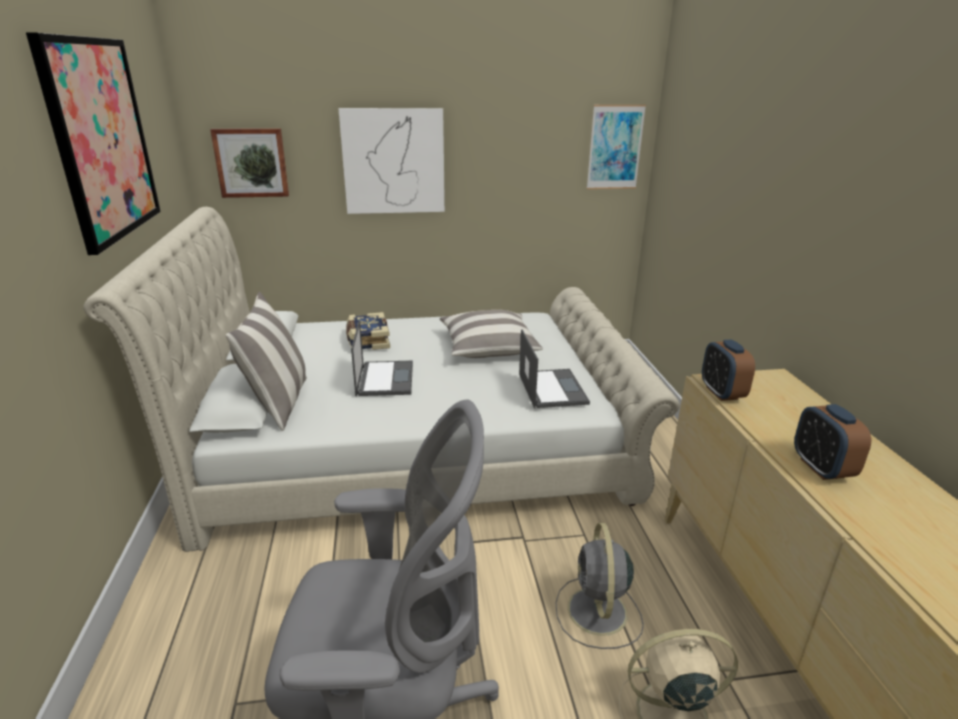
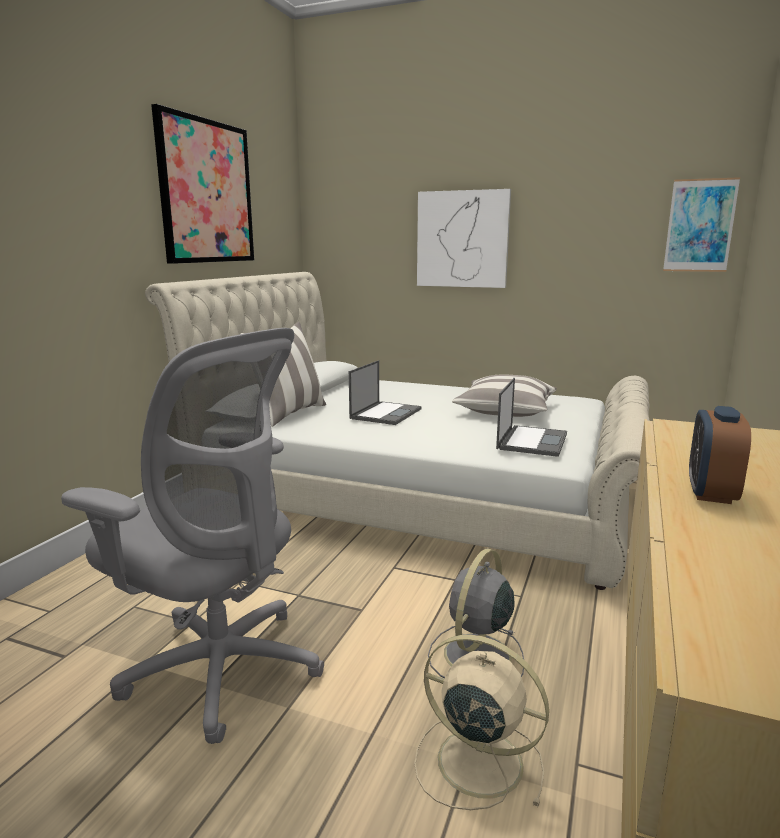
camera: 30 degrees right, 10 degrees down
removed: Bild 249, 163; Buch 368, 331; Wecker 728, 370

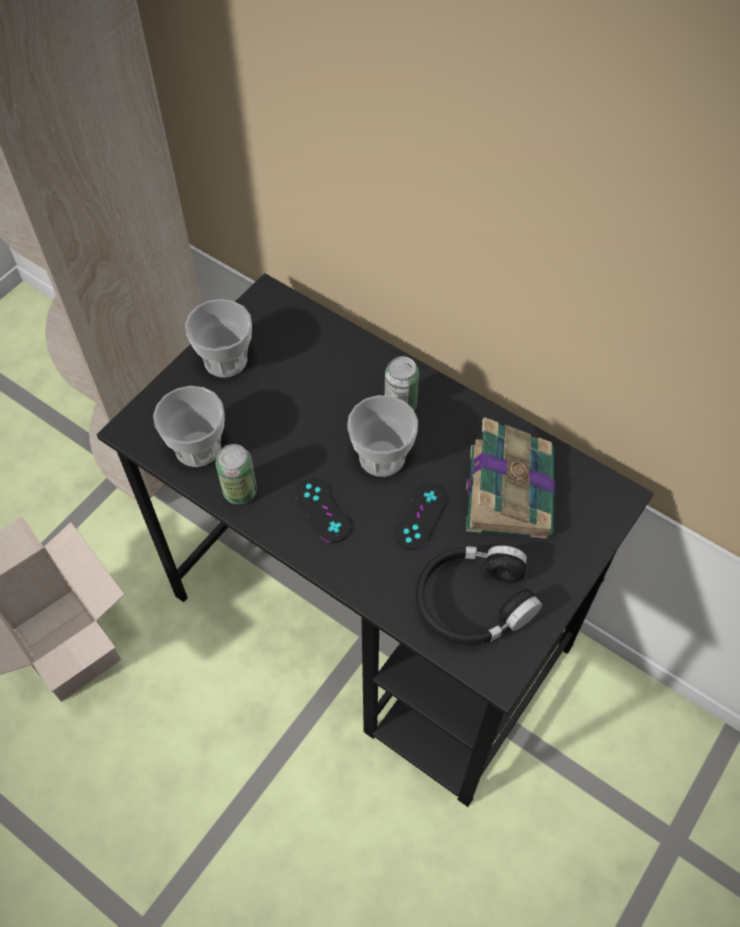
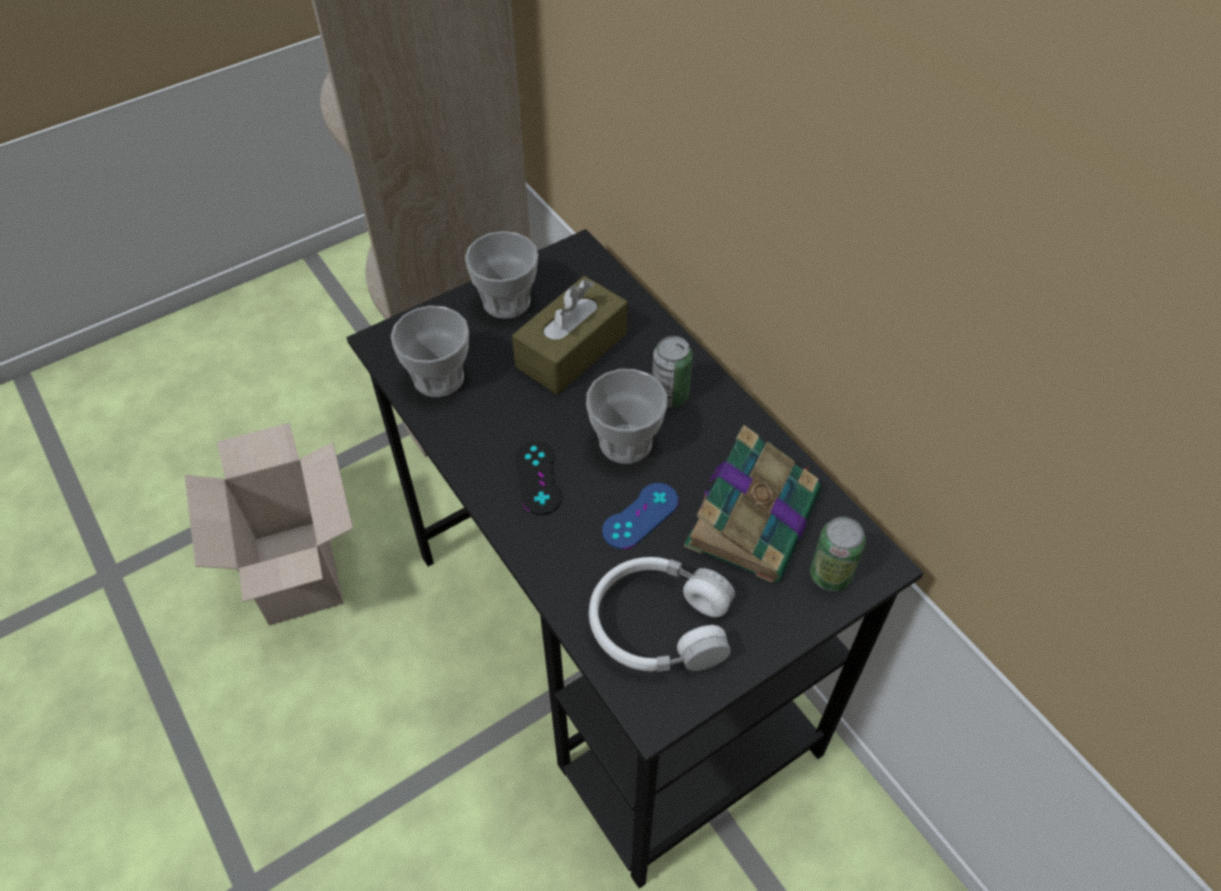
camera: 20 degrees right, 5 degrees down
added: Taschentuchbox [braun] 570, 335
moved: Dose 236, 474 to 838, 554
recoloured: Gamepad [schwarz] 421, 516 to Gamepad [blau] 640, 516; Kopfhörer [schwarz] 479, 595 to Kopfhörer [weiß] 662, 614

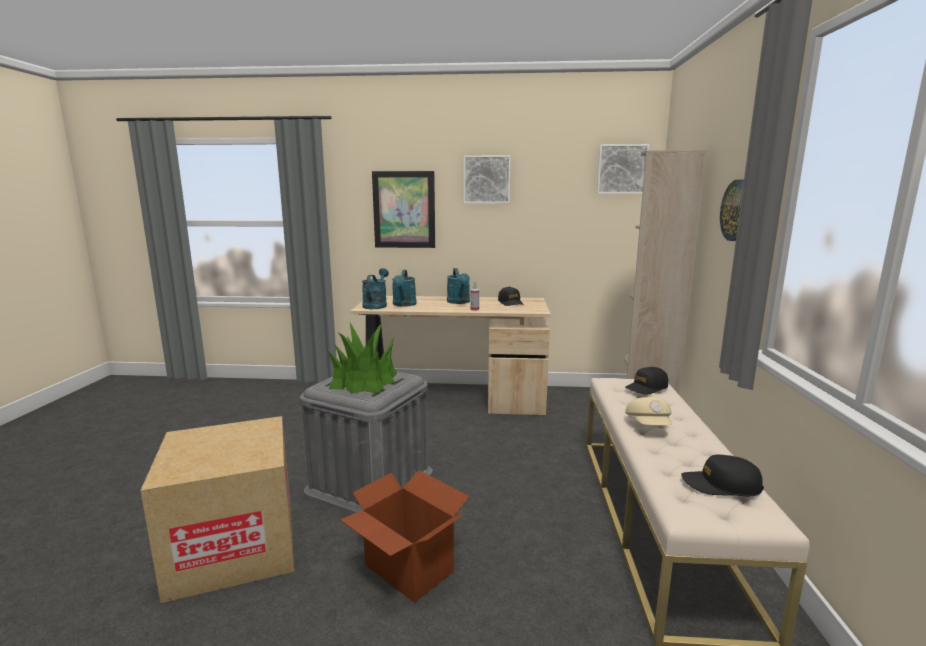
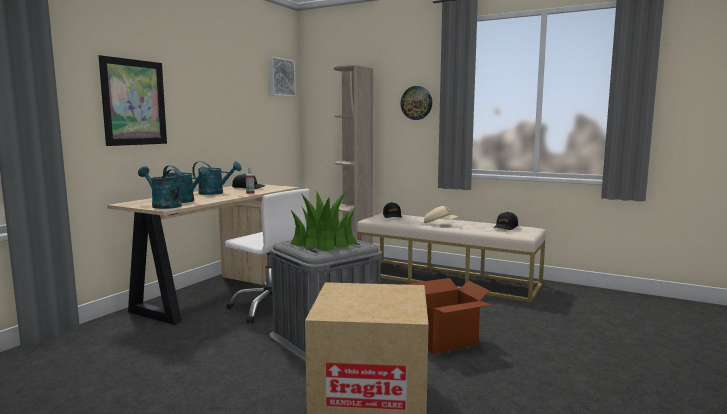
camera: 65 degrees left, 5 degrees down
removed: Bild 487, 179
added: Bürostuhl [weiß] 267, 256

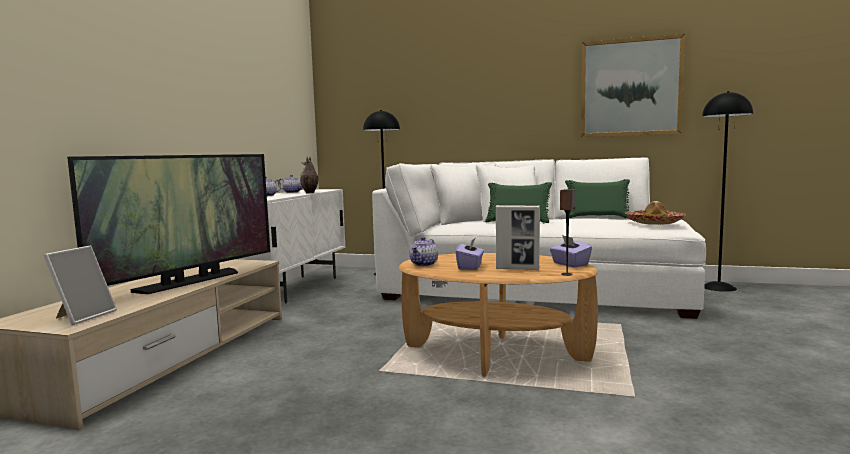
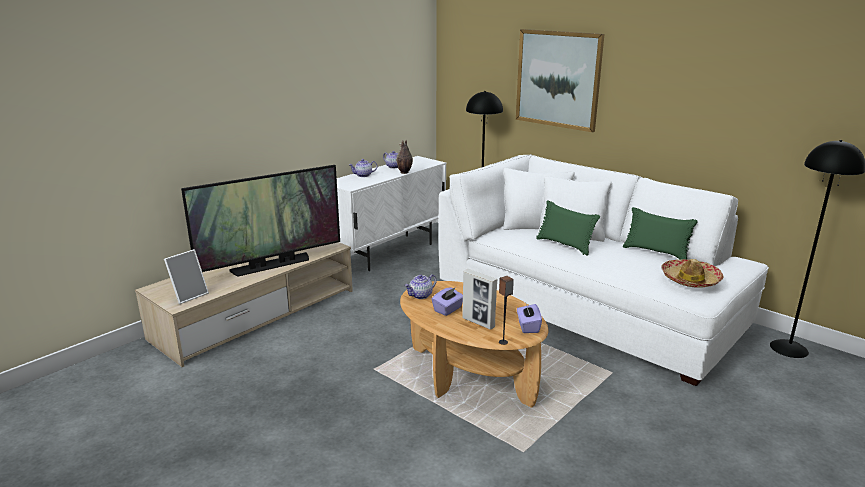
camera: 25 degrees right, 15 degrees up
moved: Bild 633, 85 to 560, 80

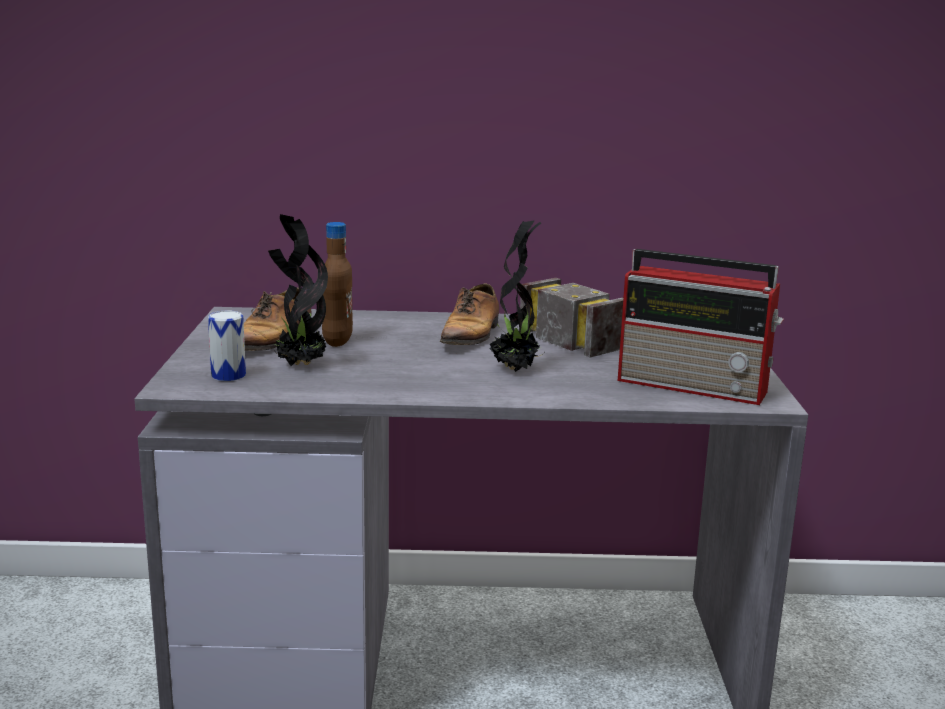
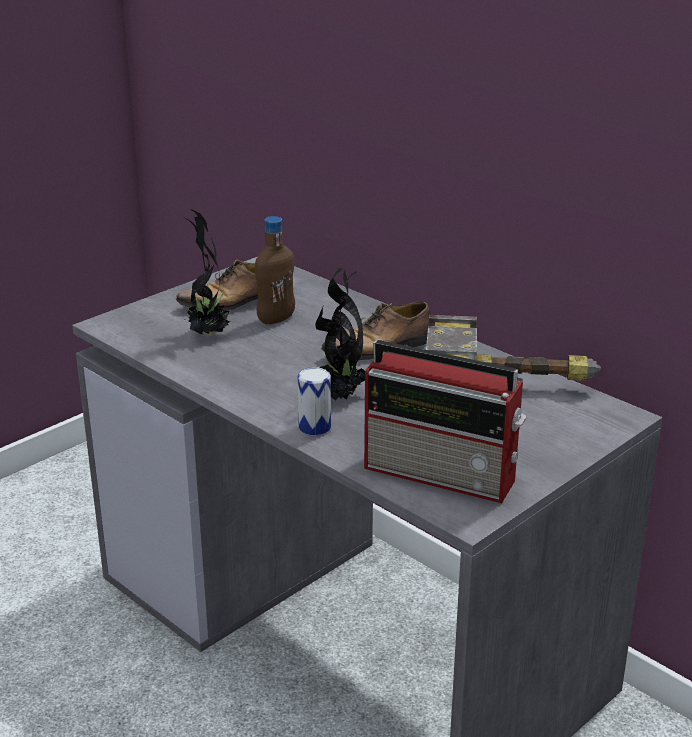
camera: 45 degrees right, 10 degrees up
moved: Dose 227, 346 to 314, 401
turned: Radio 701, 327 = 445, 421 45 degrees counterclockwise

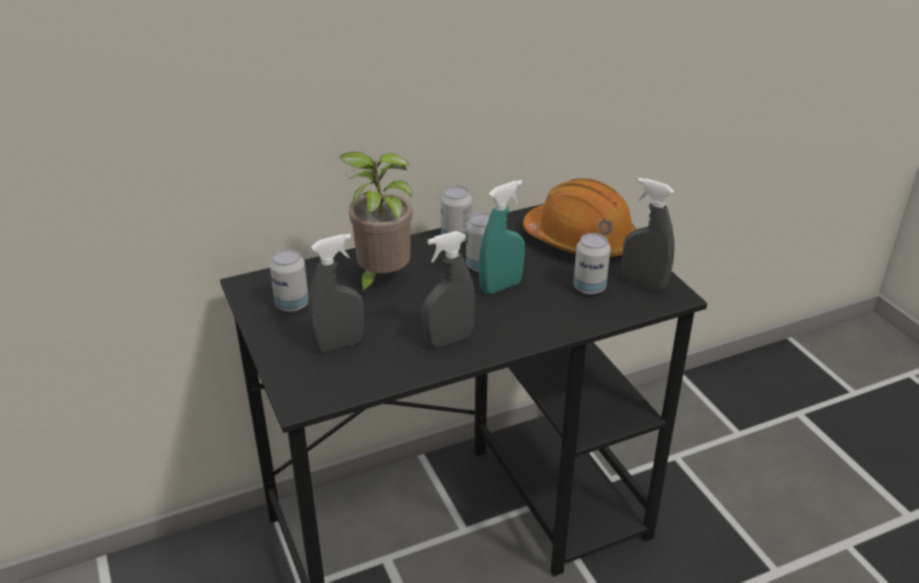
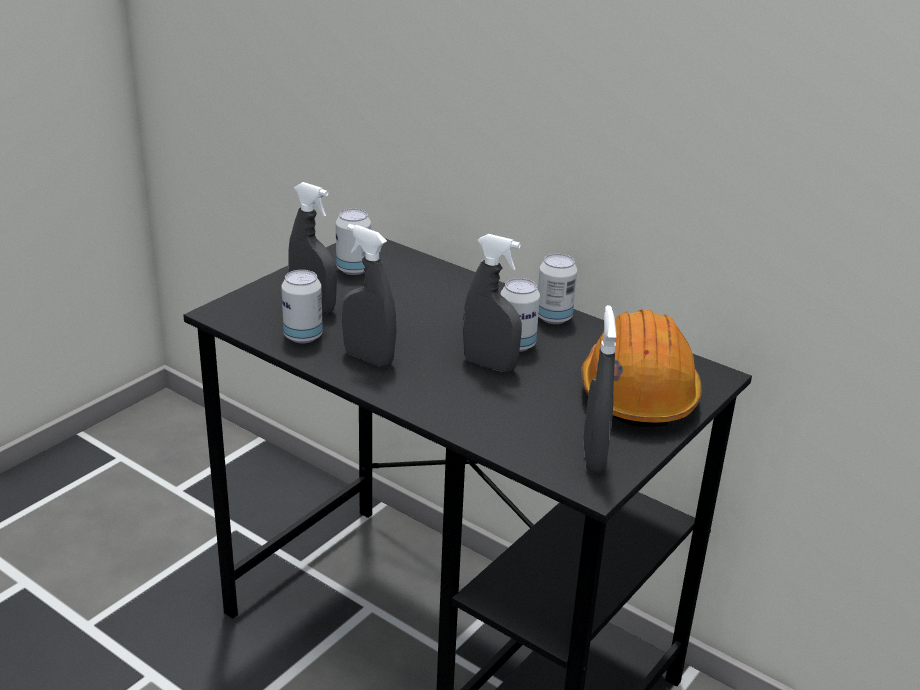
camera: 60 degrees right, 5 degrees down
removed: Topfpflanze 376, 223
moved: Dose 592, 264 to 302, 307
recoloured: Sprühflasche [türkis] 502, 237 to Sprühflasche [grau] 492, 303

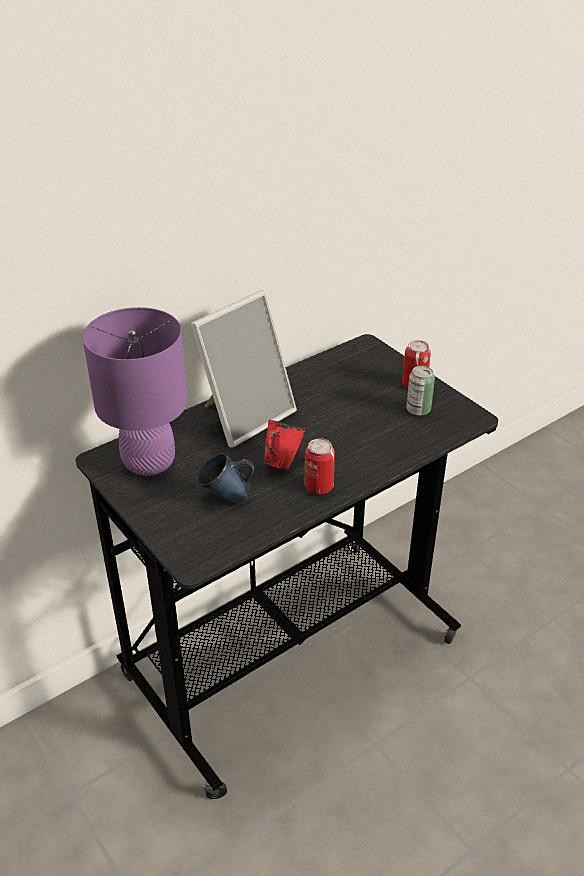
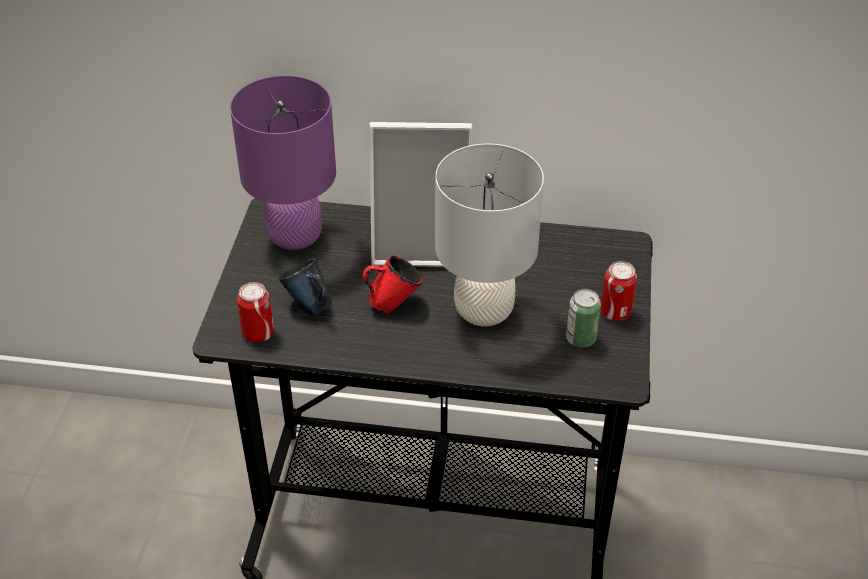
camera: 45 degrees right, 5 degrees up
added: Tischlampe [grau] 489, 235
moved: Dose 320, 466 to 255, 312

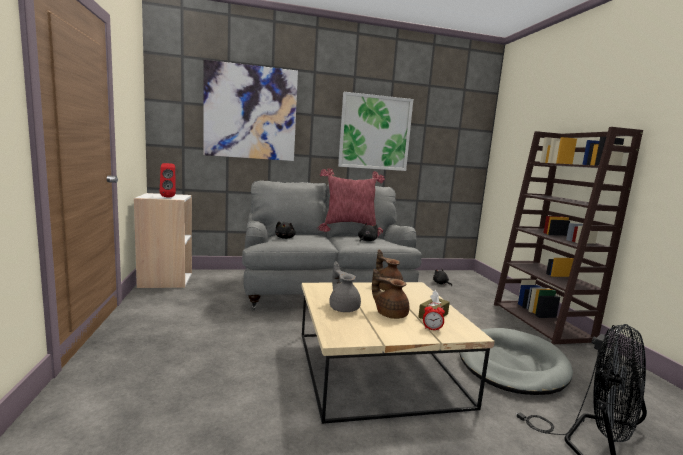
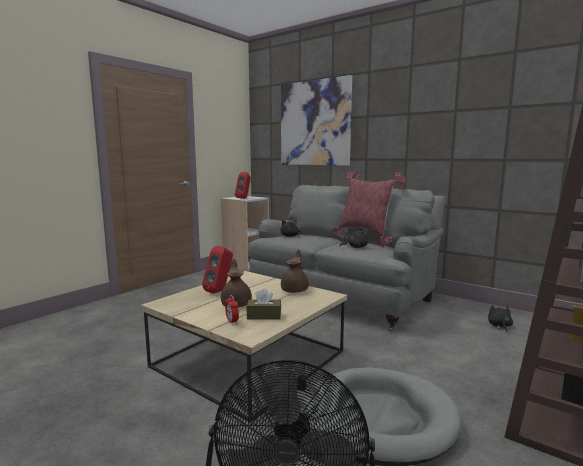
camera: 50 degrees right, 0 degrees up
removed: Bild 375, 131
replaced: Teekanne [grau] 345, 287 to Lautsprecher [rot] 217, 270

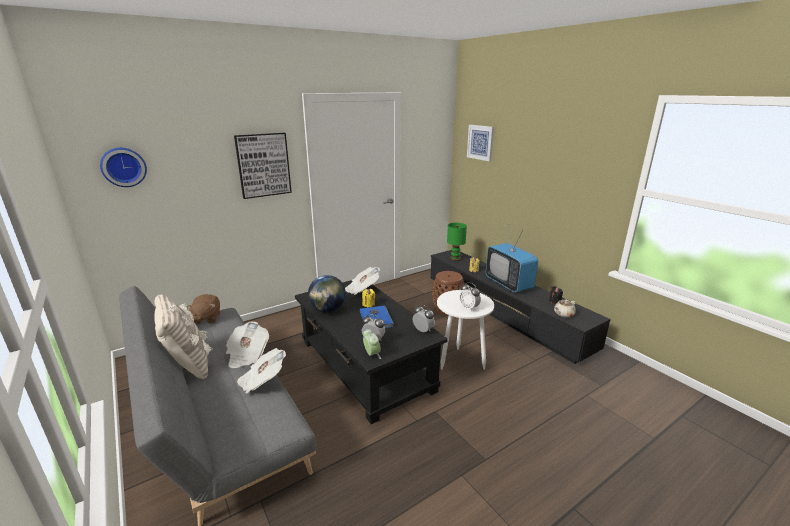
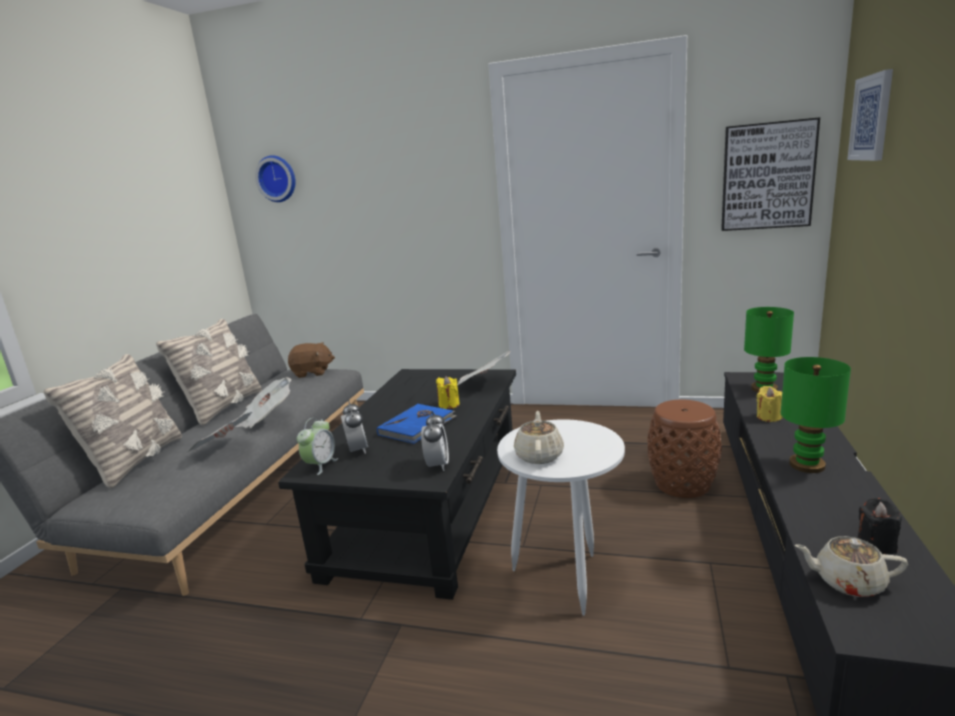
camera: 50 degrees right, 5 degrees down
removed: Globus 327, 294
added: Kissen [beige] 112, 421
moved: Bild 263, 166 to 770, 174
replaced: Fernseher 512, 260 to Tischlampe [grün] 816, 415; Wecker 470, 297 to Teekanne [beige] 539, 437
turned: Plüschtier [braun] 203, 309 = 311, 360 135 degrees counterclockwise

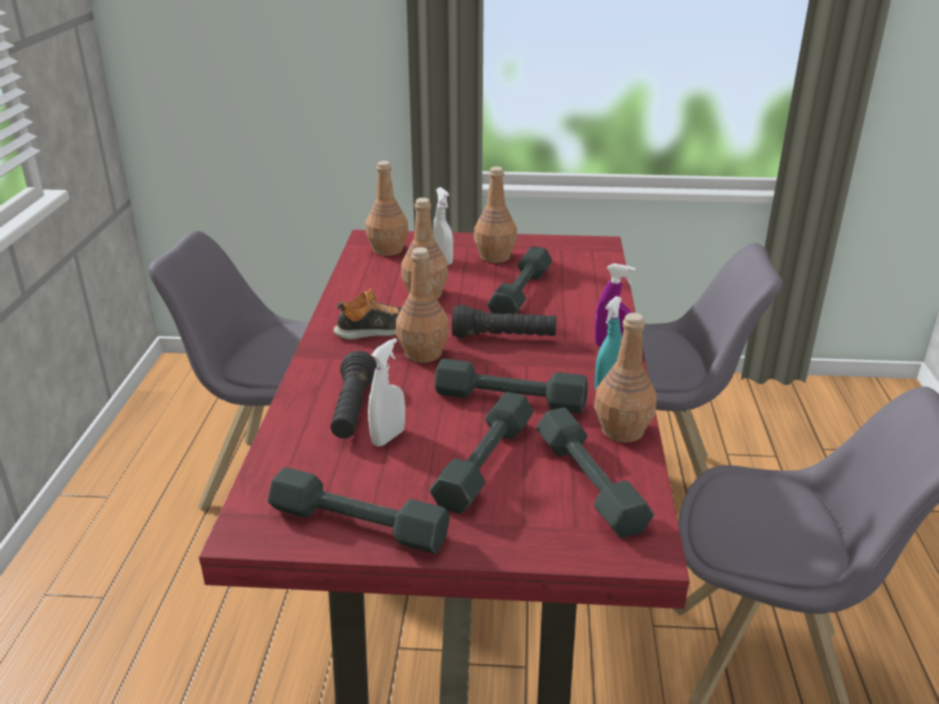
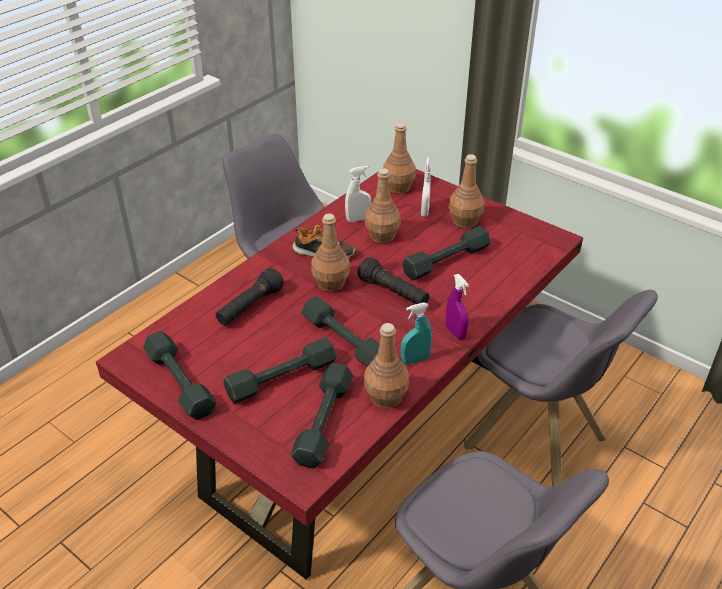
camera: 35 degrees right, 10 degrees up
moved: Sprühflasche [weiß] 386, 392 to 358, 194

